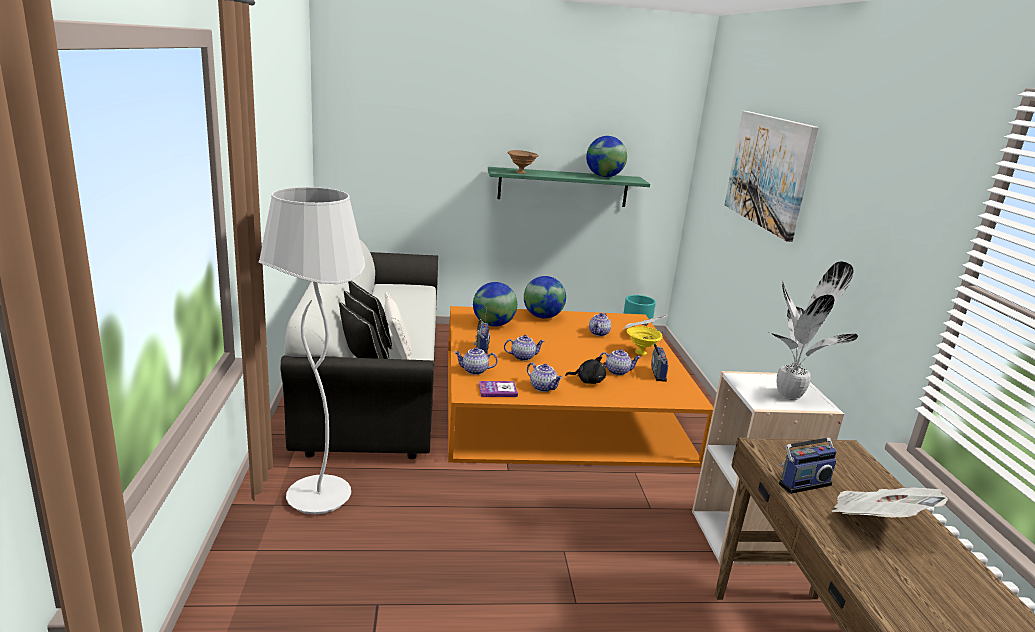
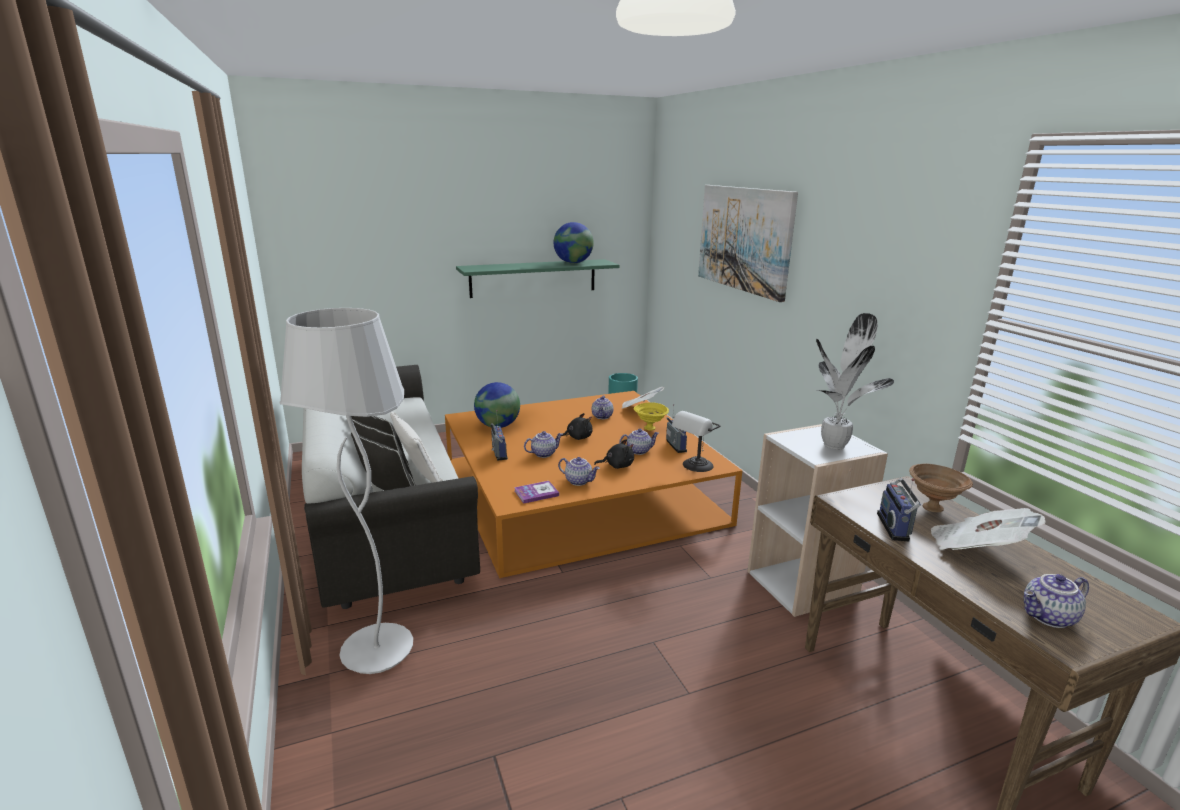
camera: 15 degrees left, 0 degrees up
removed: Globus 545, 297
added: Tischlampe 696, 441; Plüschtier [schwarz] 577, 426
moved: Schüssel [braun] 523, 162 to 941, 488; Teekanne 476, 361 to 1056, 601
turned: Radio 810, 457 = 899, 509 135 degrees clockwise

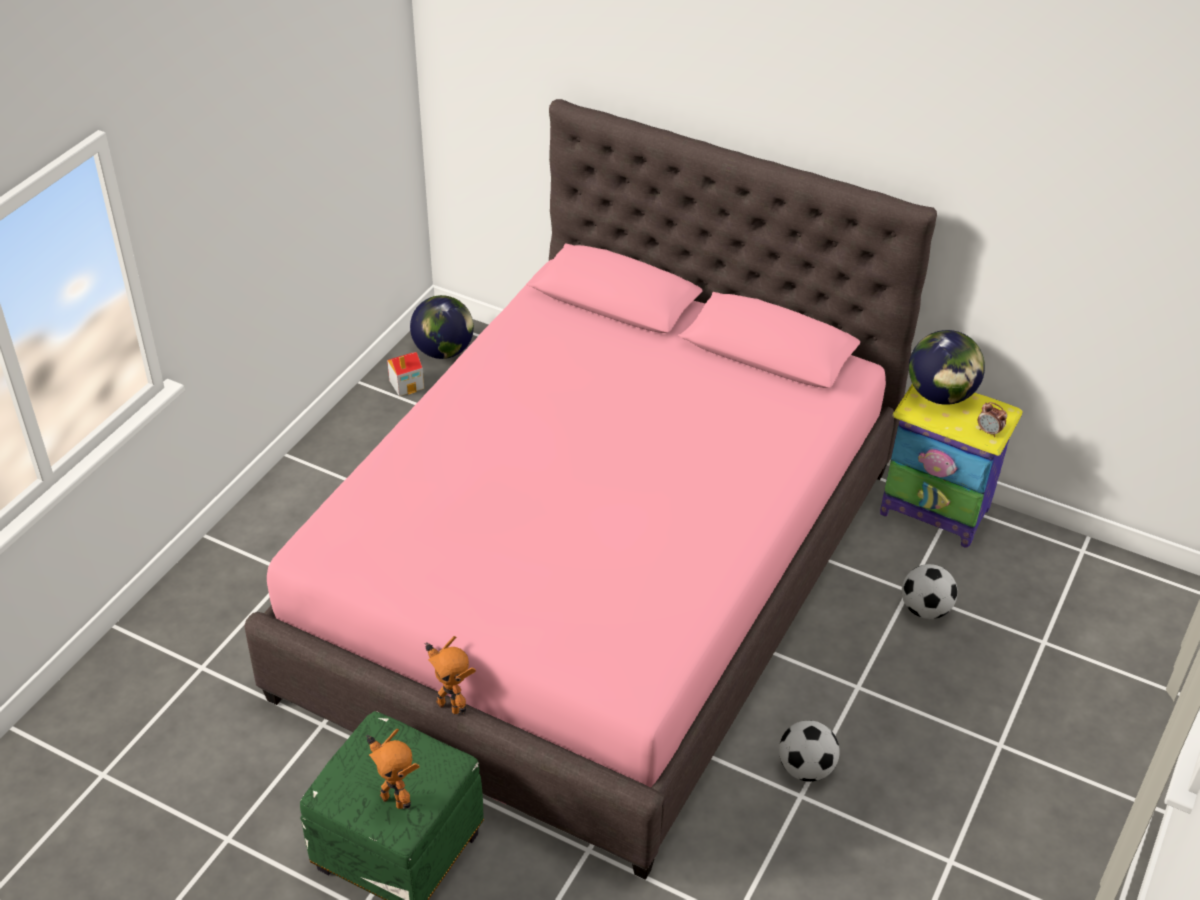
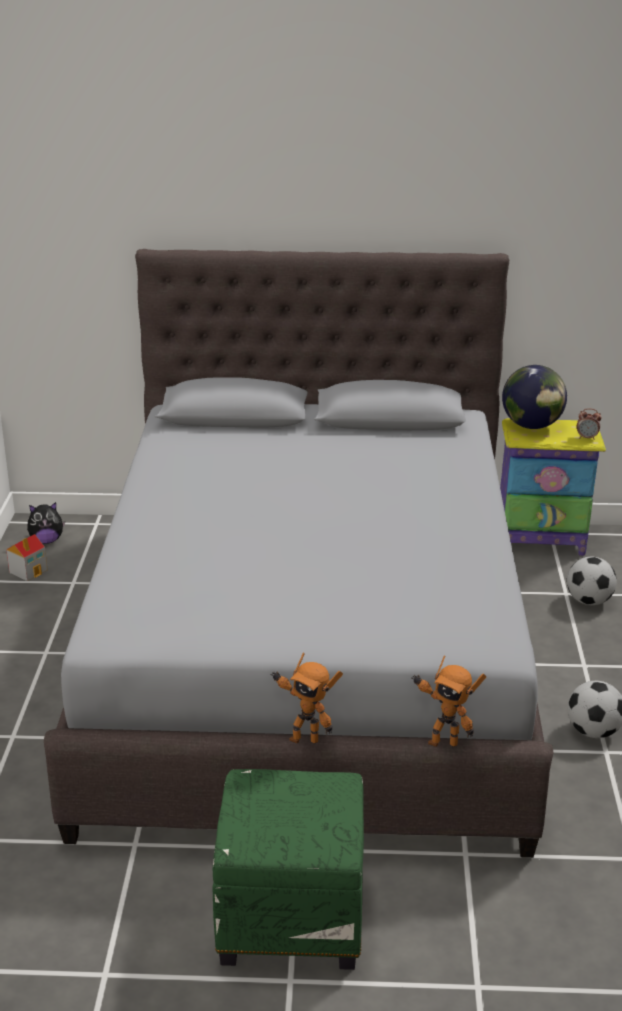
camera: 25 degrees left, 15 degrees down
moved: Spielzeugroboter 392, 769 to 448, 701
replaced: Globus 442, 327 to Plüschtier 46, 523
recoloured: Bett [rosa] 590, 489 to Bett [grau] 298, 553

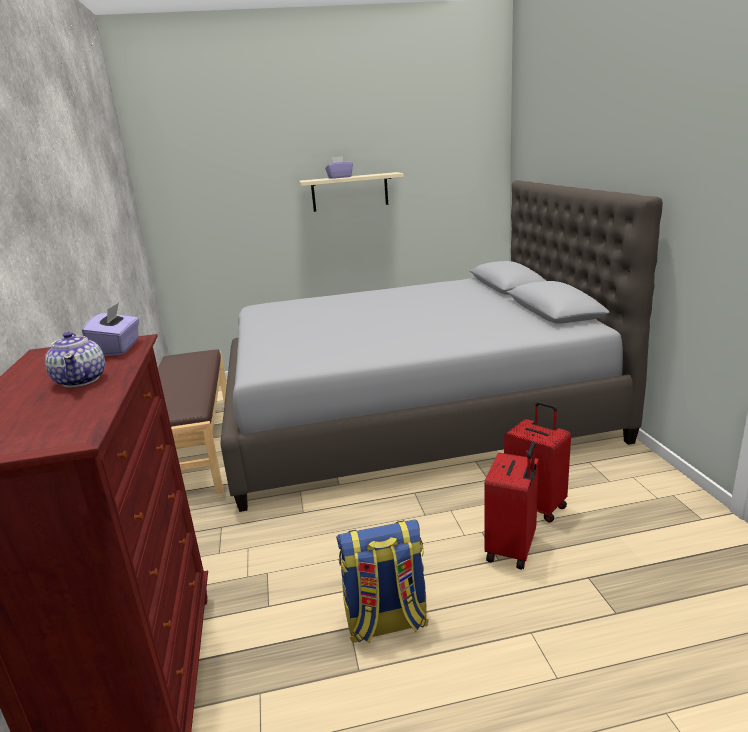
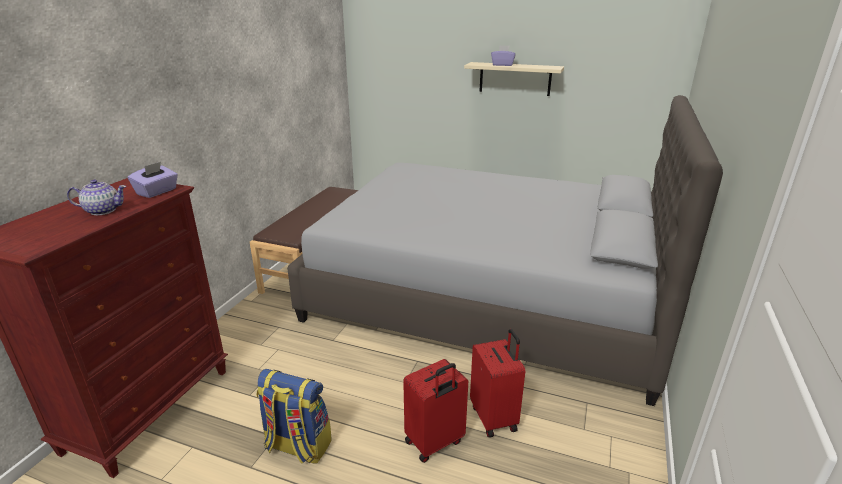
camera: 30 degrees right, 5 degrees up
turned: Teekanne 75, 359 = 96, 197 105 degrees counterclockwise

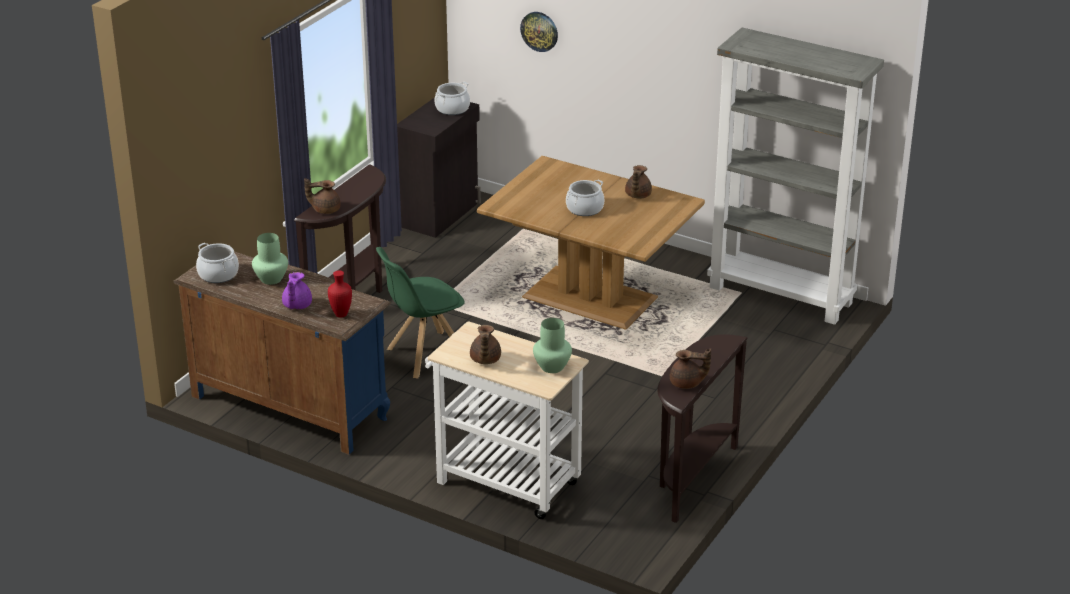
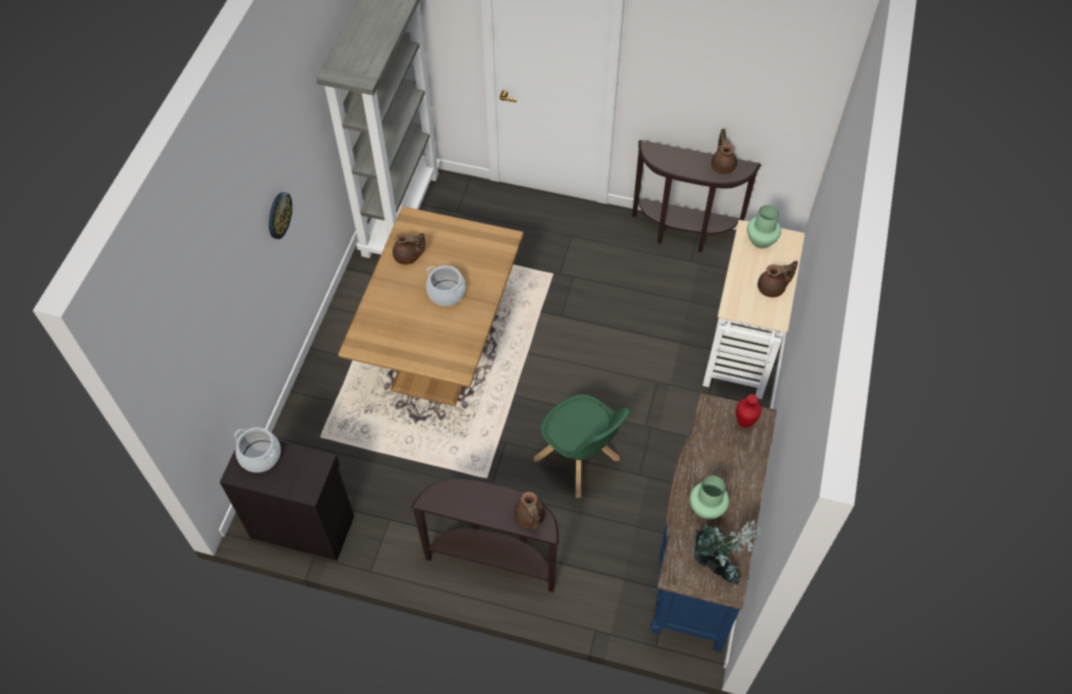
camera: 105 degrees left, 25 degrees up
removed: Teekanne [lila] 297, 291
moved: Wanduhr 539, 32 to 280, 215
replaced: Kochtopf 217, 263 to Topfpflanze 728, 553

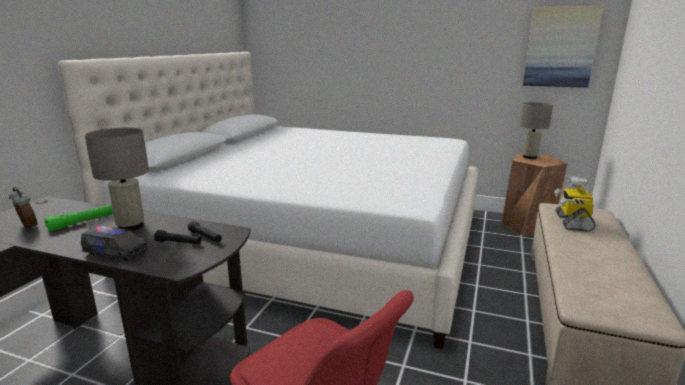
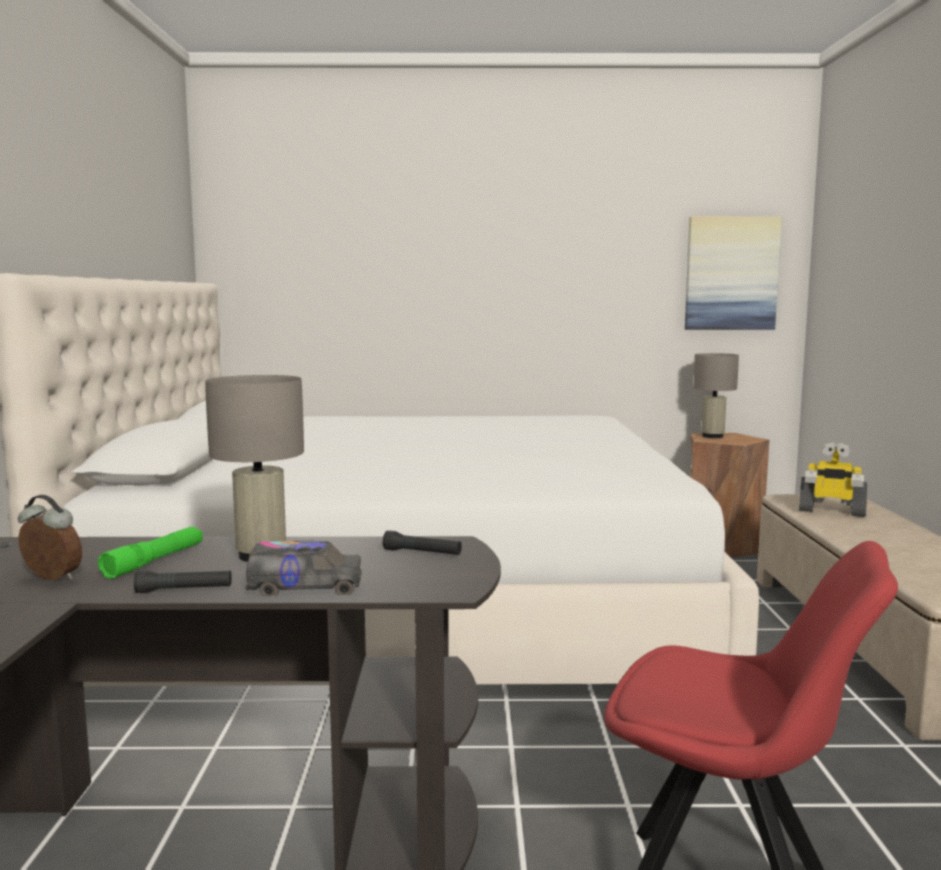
camera: 20 degrees left, 10 degrees down
moved: Taschenlampe [schwarz] 178, 237 to 183, 581
turned: Spielzeugroboter 575, 203 = 833, 479 60 degrees counterclockwise

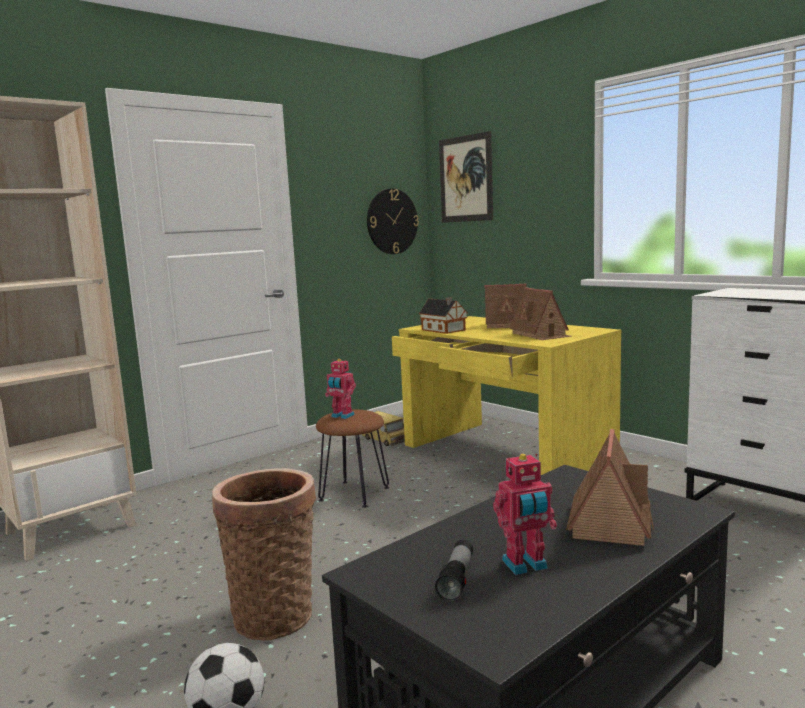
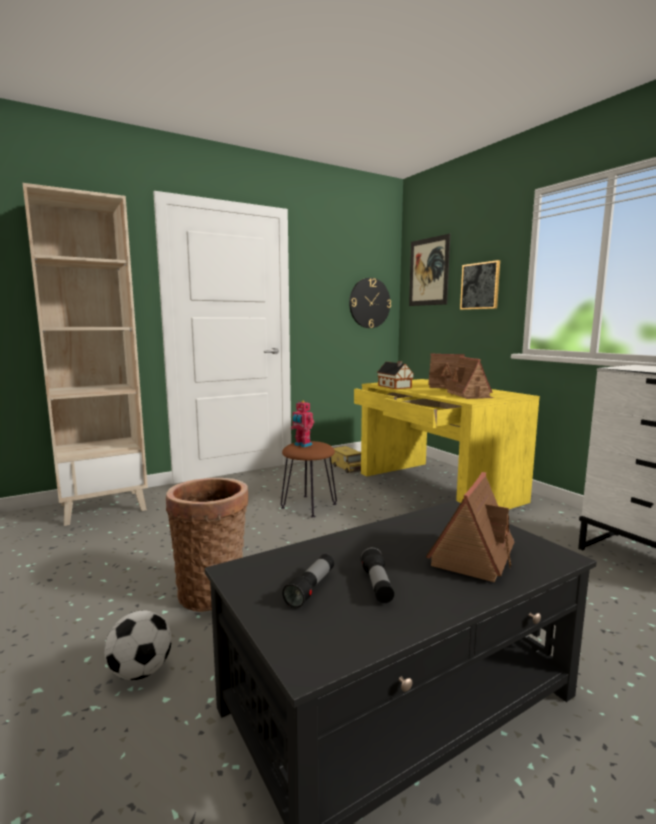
camera: 10 degrees right, 0 degrees up
added: Bild 480, 285
replaced: Spielzeugroboter 525, 514 to Taschenlampe 377, 575

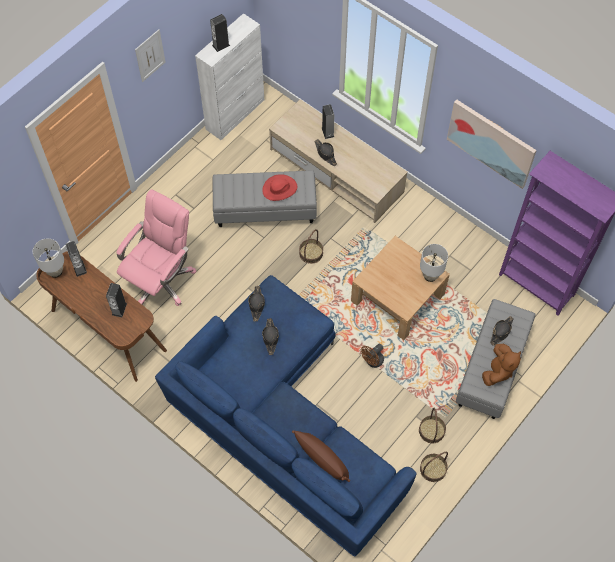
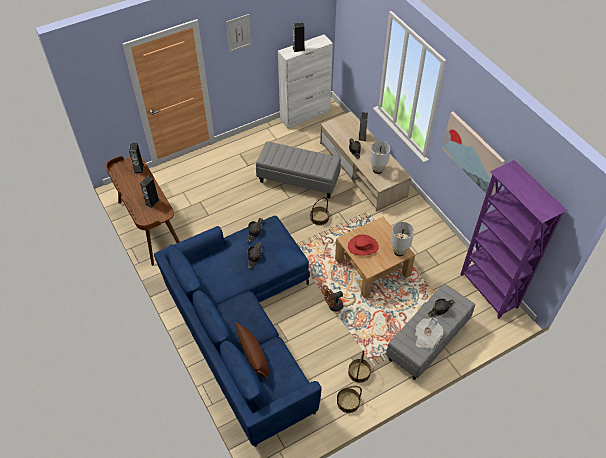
camera: 20 degrees right, 10 degrees down
removed: Bürostuhl [rosa] 156, 247
moved: Hut [rot] 279, 187 to 363, 245; Tischlampe [weiß] 48, 258 to 380, 157
replaced: Plüschtier [braun] 501, 365 to Zeitung 429, 333

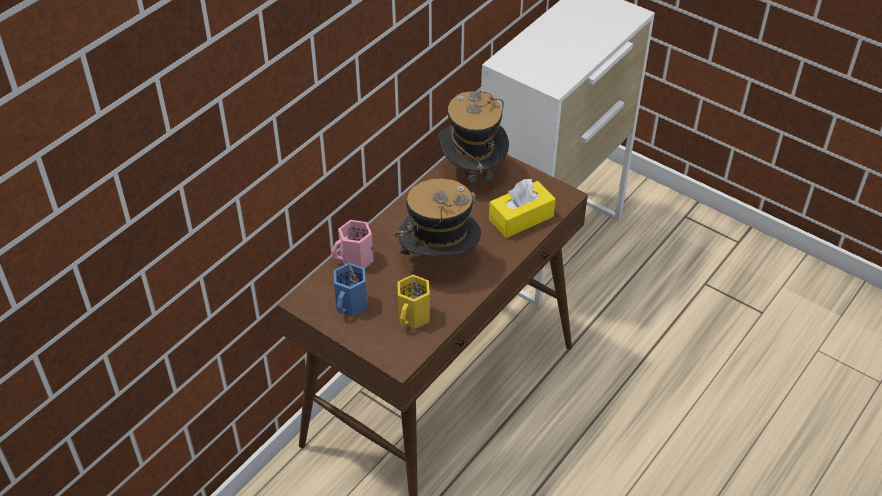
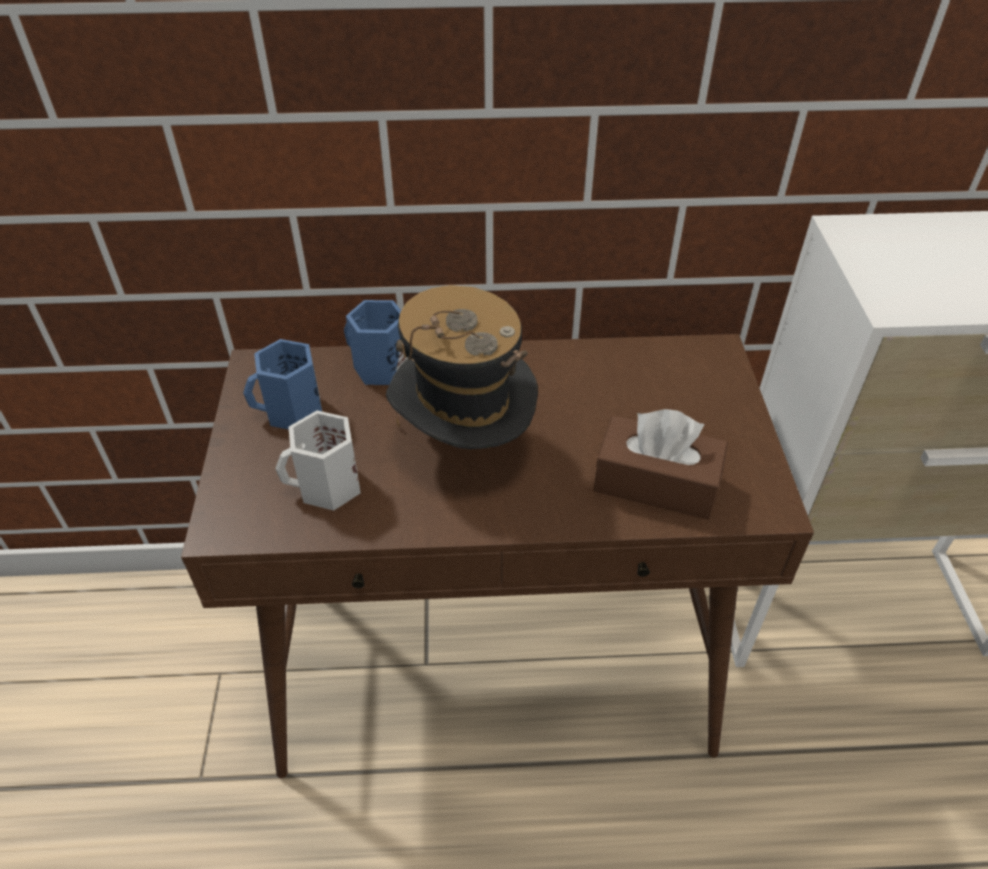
camera: 50 degrees right, 0 degrees up
removed: Hut 474, 143
recoloured: Taschentuchbox [gelb] 522, 208 to Taschentuchbox [braun] 661, 464; Henkelbecher [rosa] 353, 244 to Henkelbecher [blau] 376, 342; Henkelbecher [gelb] 414, 302 to Henkelbecher [weiß] 318, 460

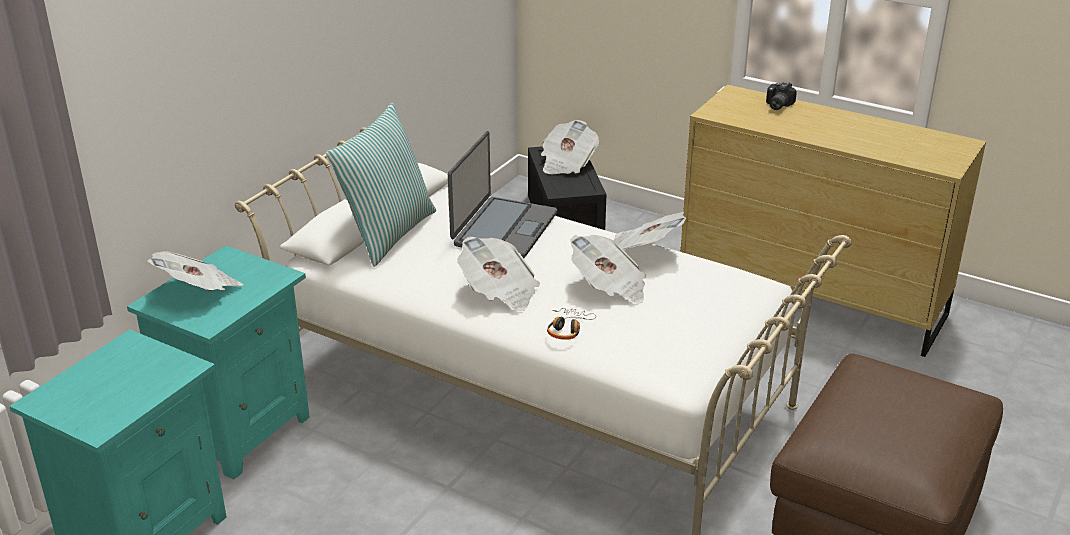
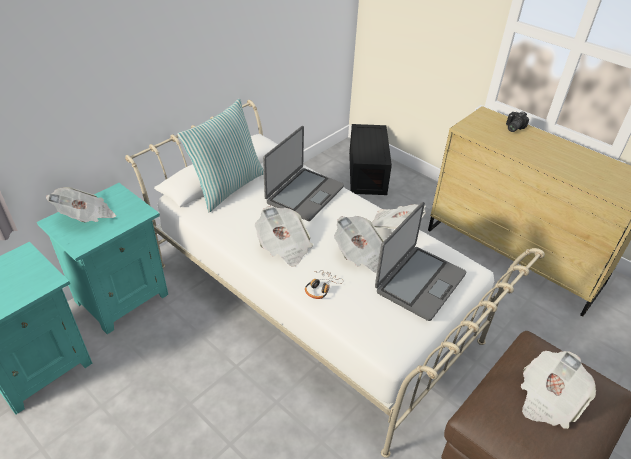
camera: 10 degrees right, 10 degrees up
added: Laptop 420, 261
moved: Zeitung 570, 147 to 558, 390

